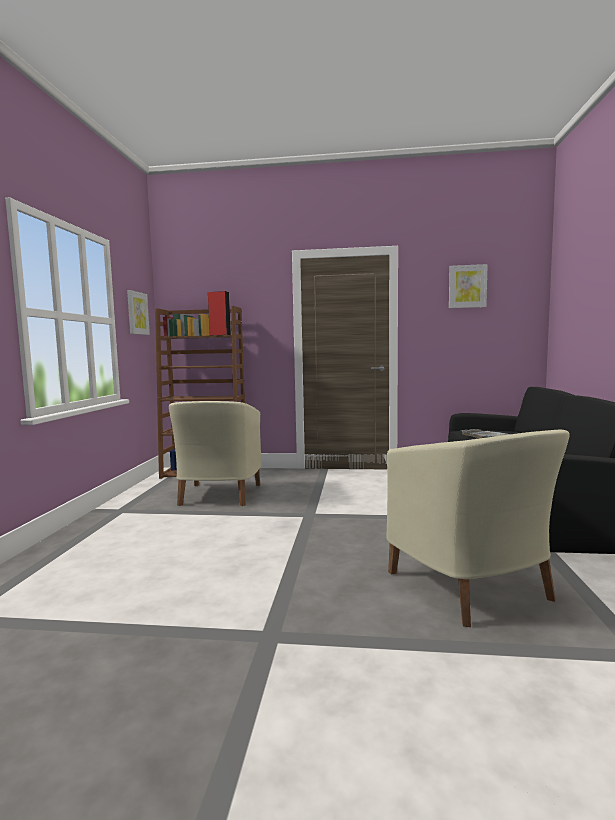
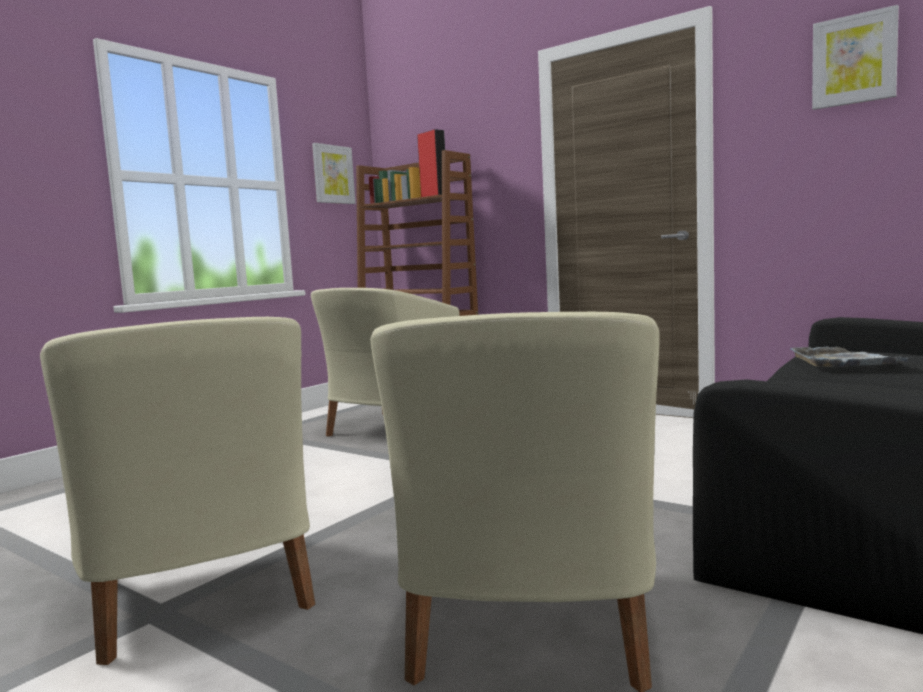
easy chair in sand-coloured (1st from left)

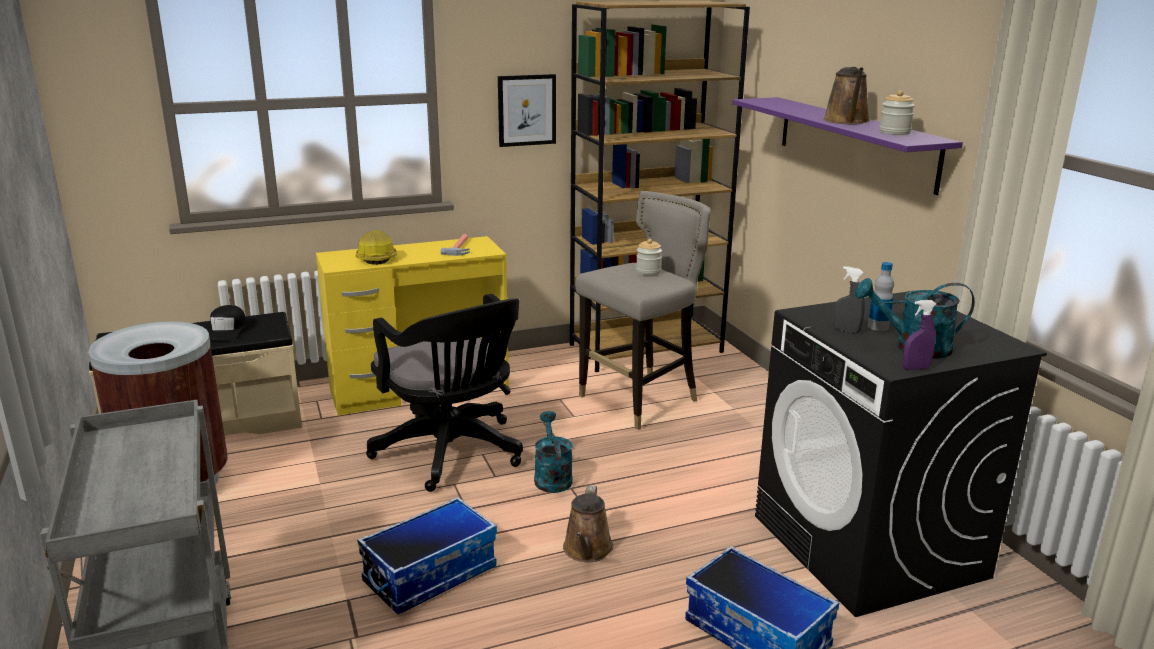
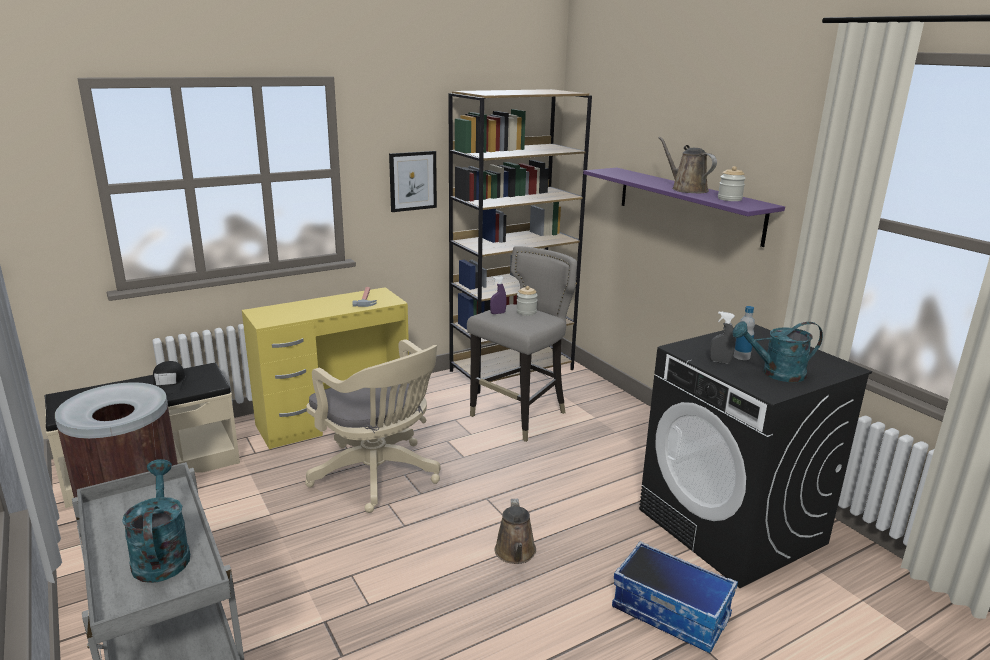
watering can in brownish (2nd from left); hard hat; computer chair in sand-coloured; spray bottle in purple; watering can in turquoise-coloured (1st from left); storage box (1st from left in the first image)

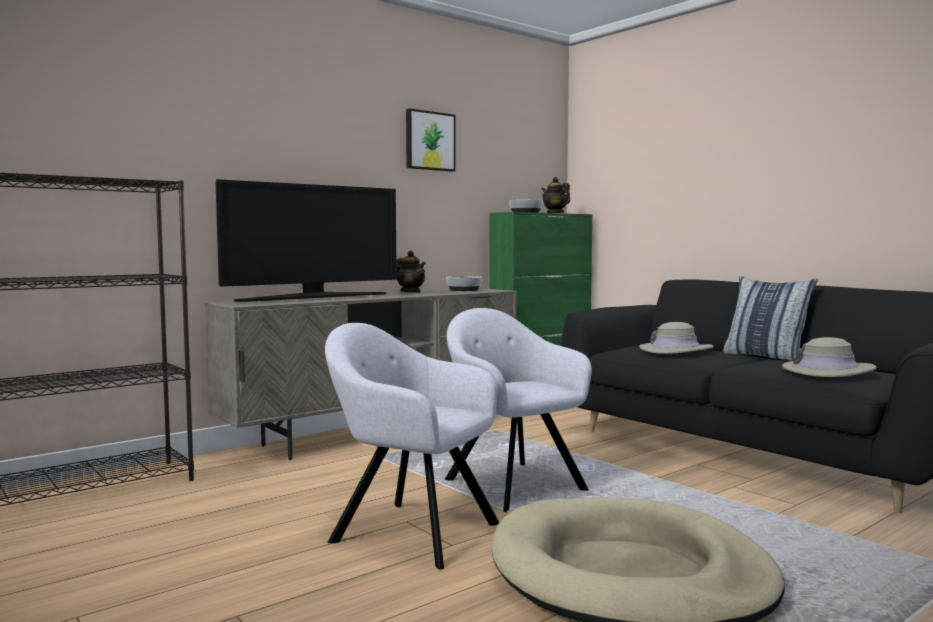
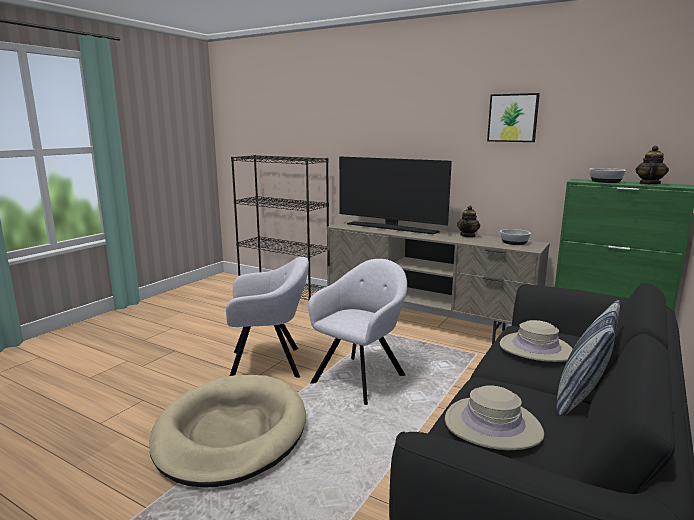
easy chair in gray (1st from left)

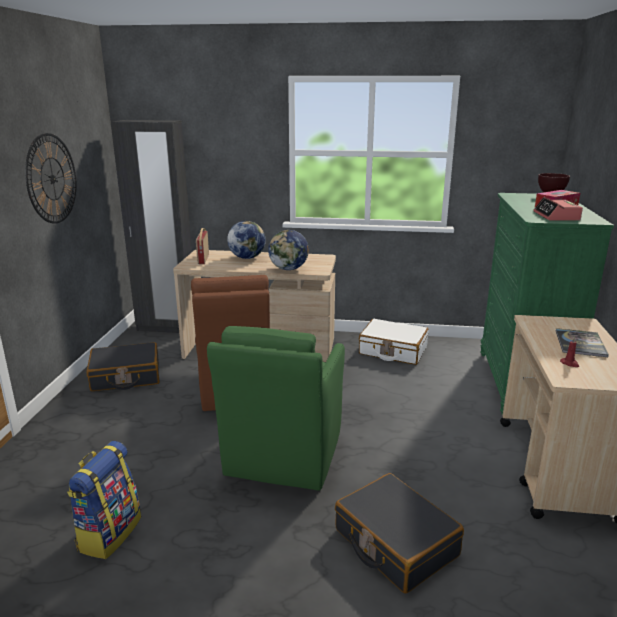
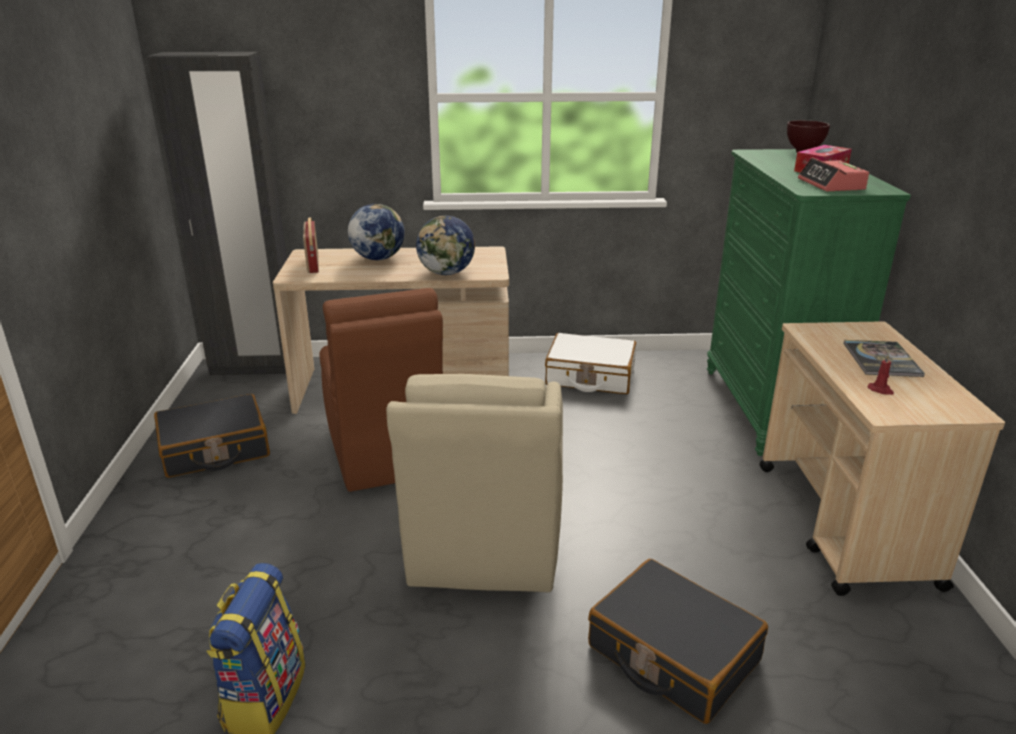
hanging clock; easy chair in sand-coloured

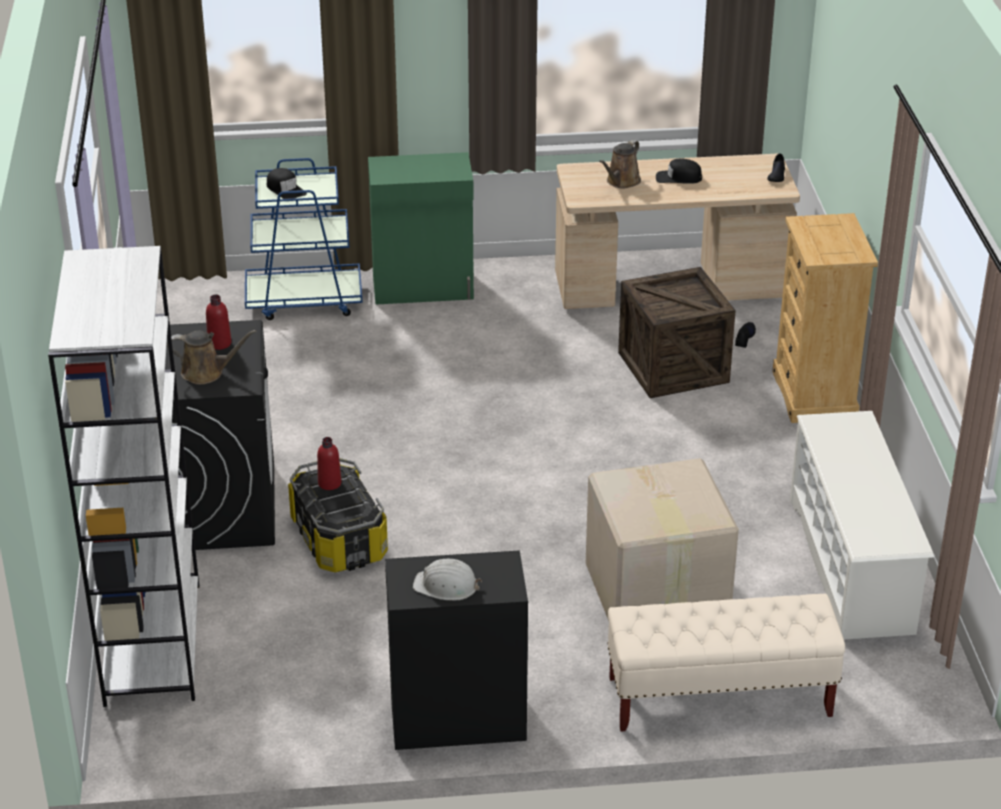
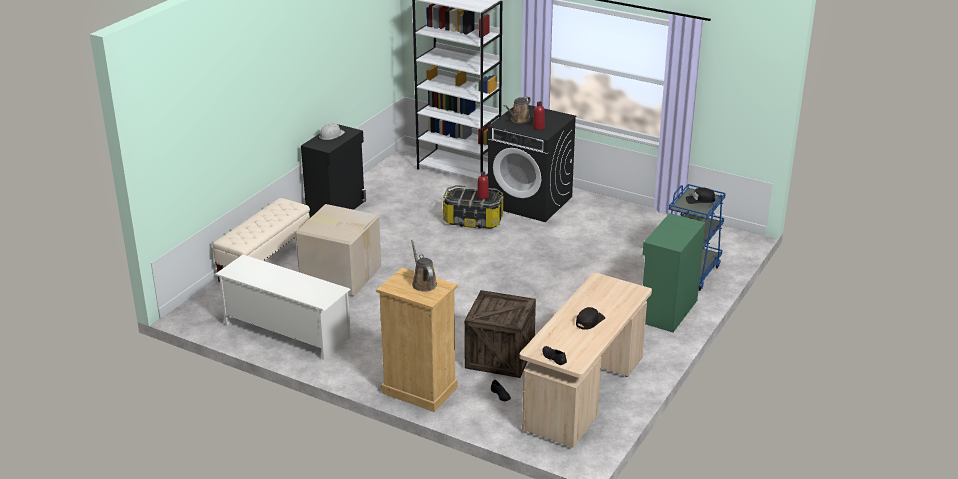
watering can in brownish (1st from left)

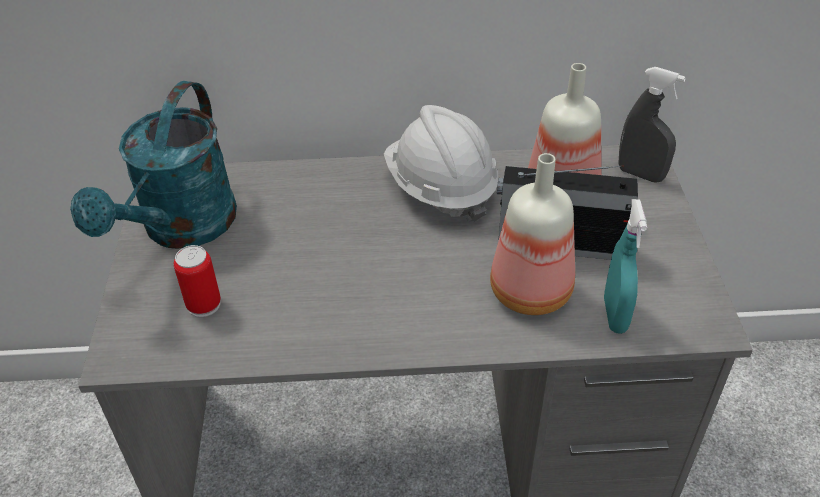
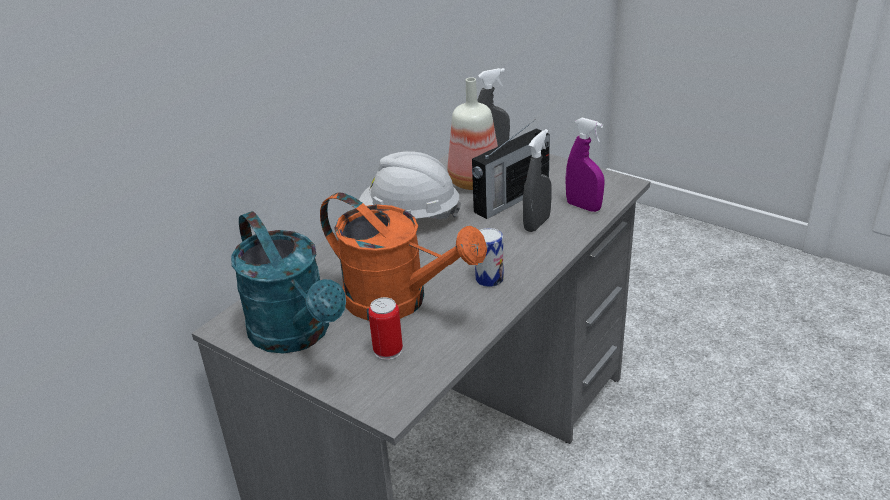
spray bottle in gray (2nd from left); spray bottle in purple; watering can in orange-coloured; can (2nd from left)

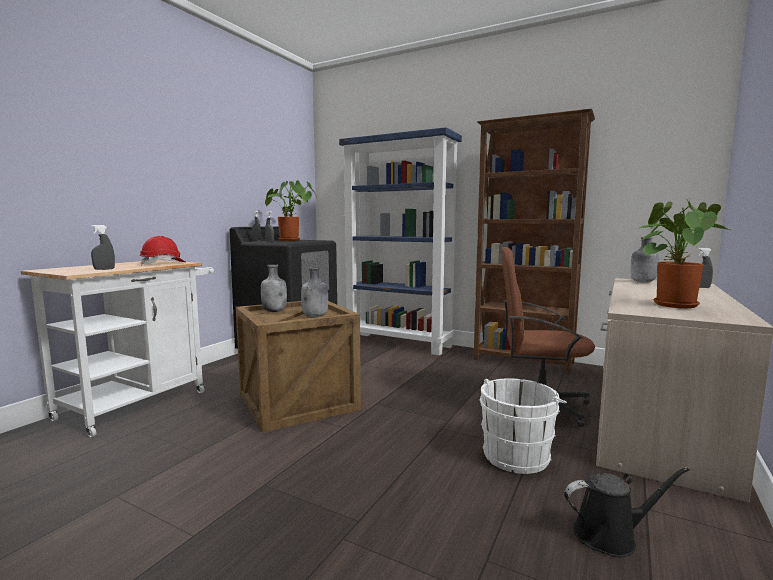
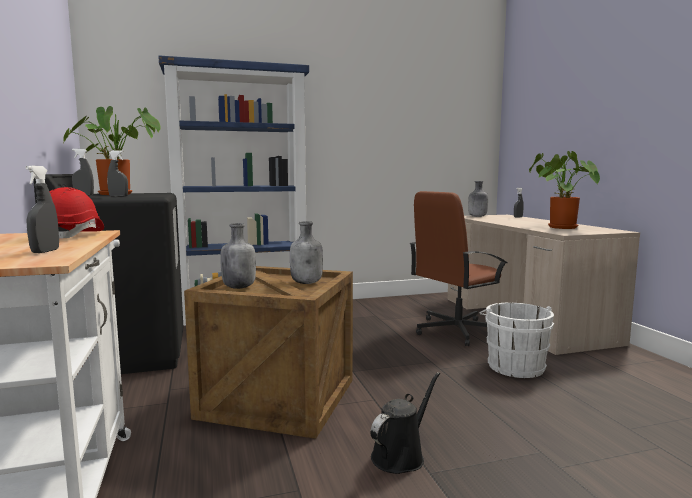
shelving unit in brownish; watering can in black

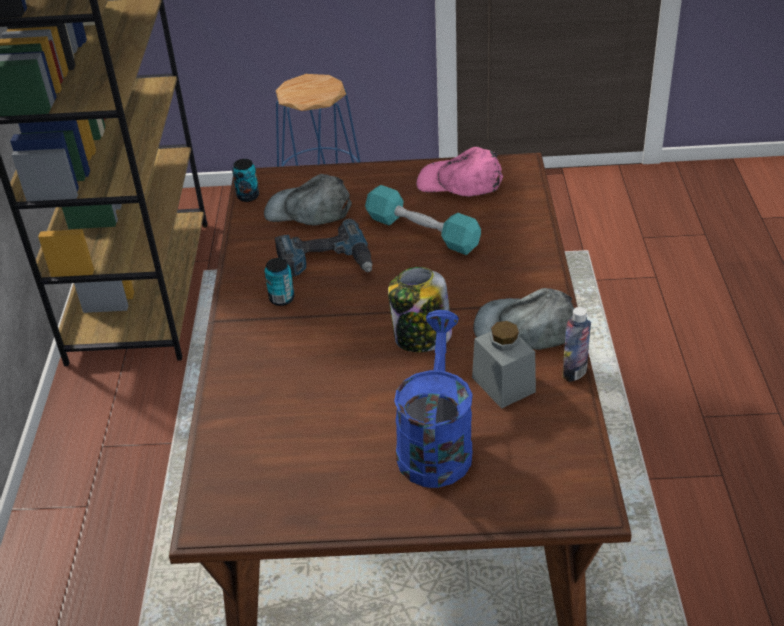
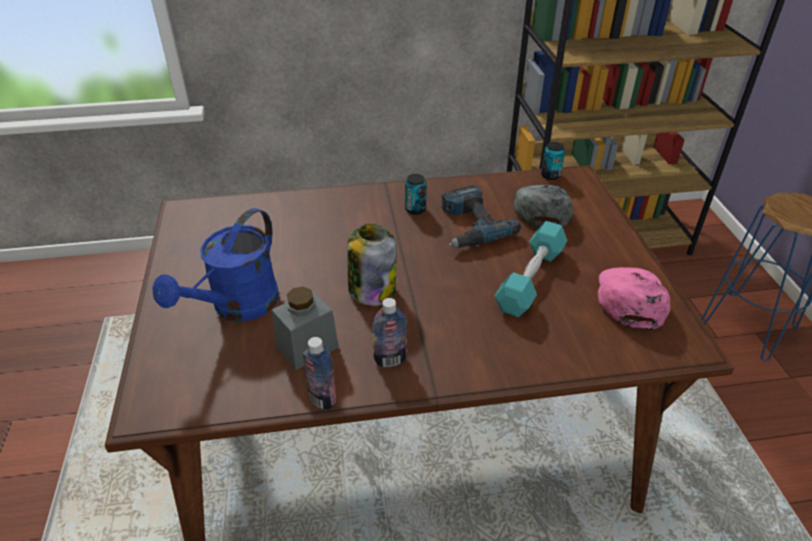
beverage bottle (2nd from left); watering can in blue

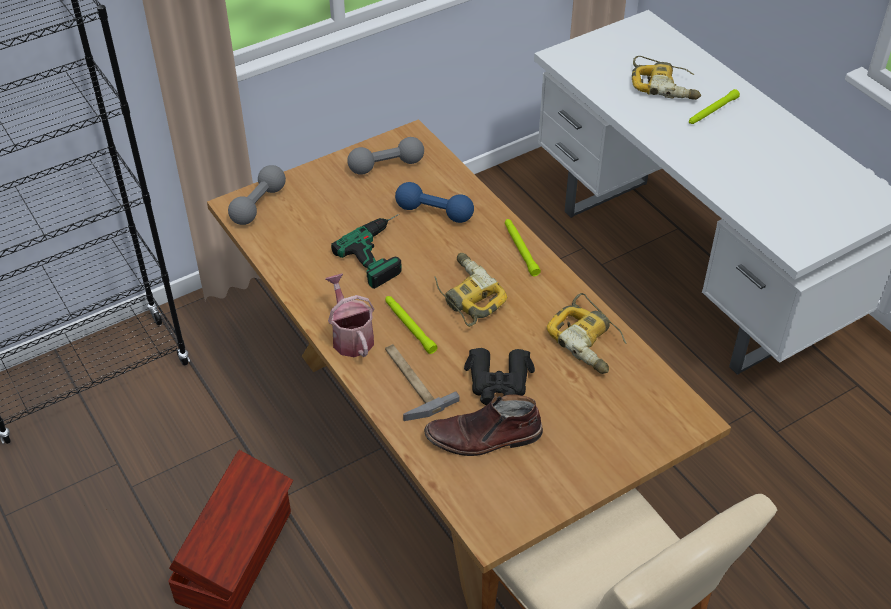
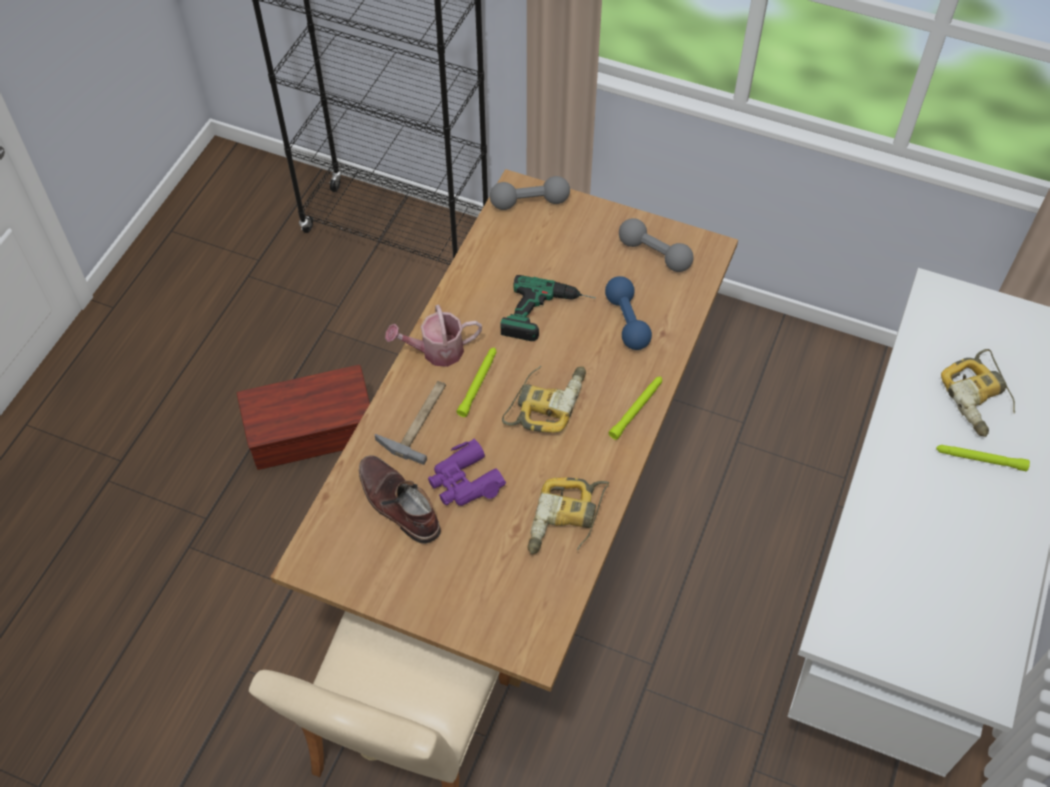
watering can; pair of binoculars in purple

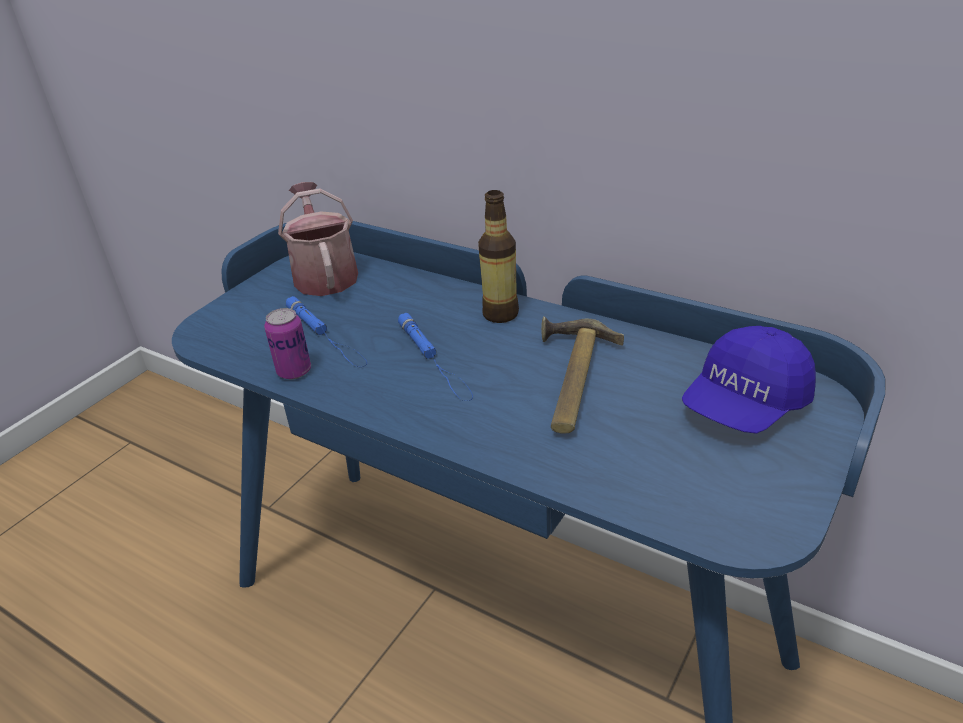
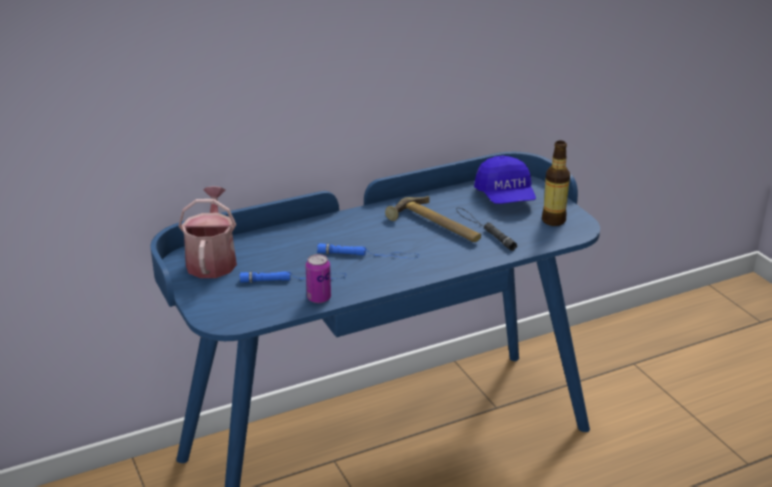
watering can; beverage bottle; flashlight in black

